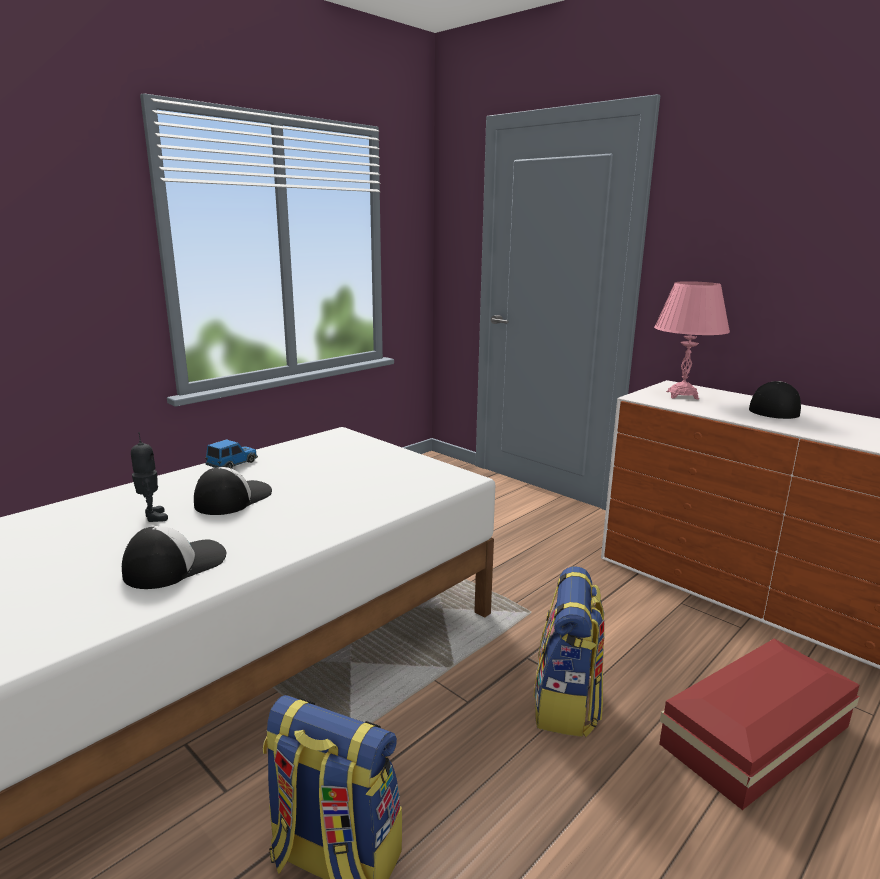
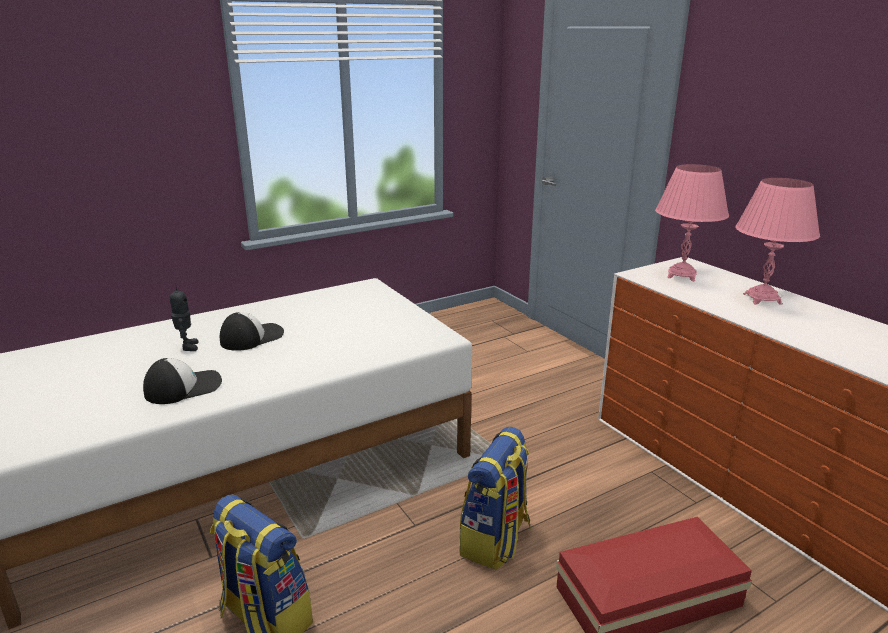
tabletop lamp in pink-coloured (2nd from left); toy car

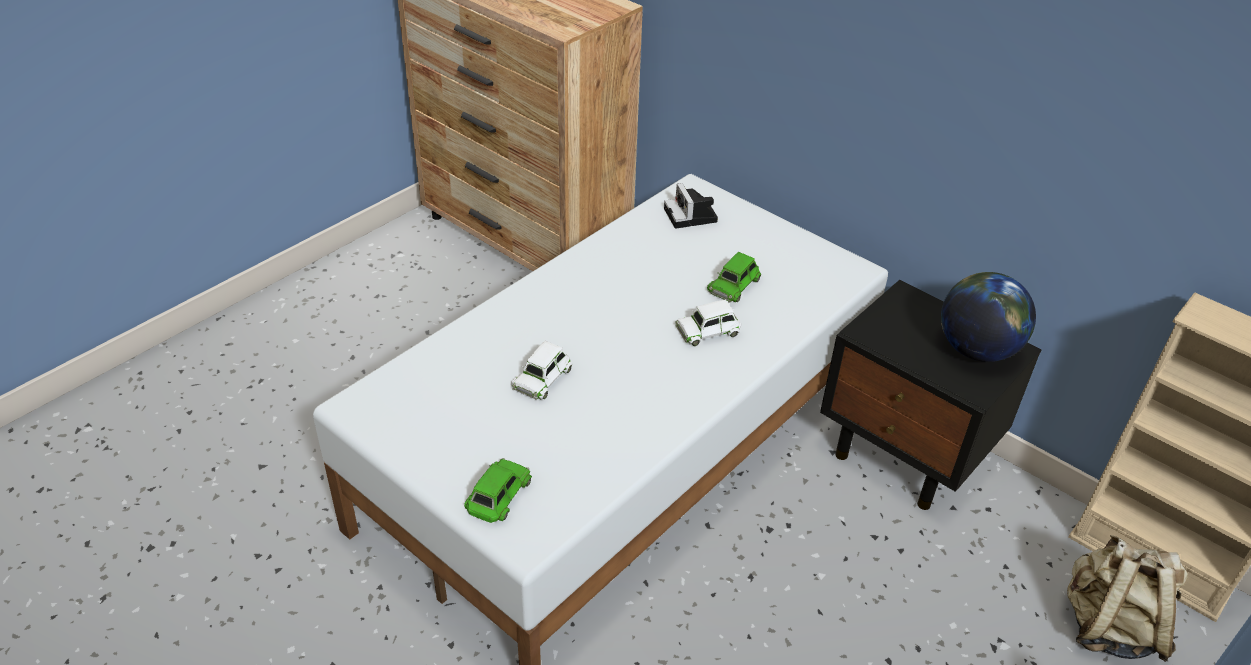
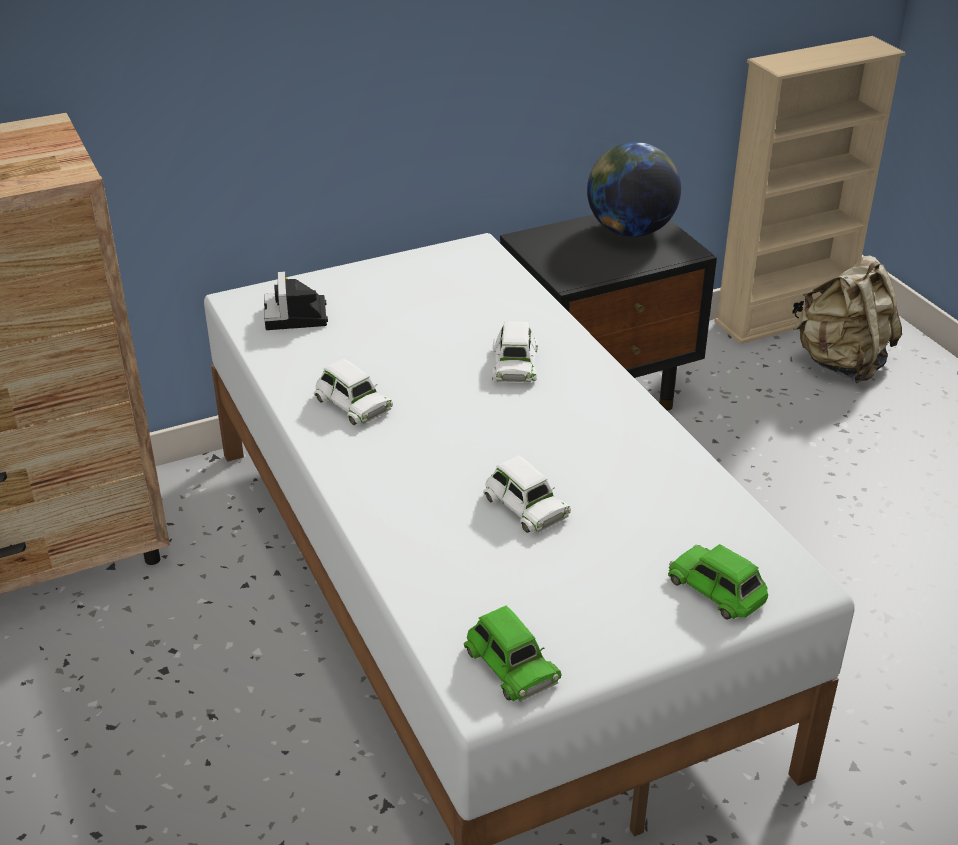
still camera; toy car in green (1st from left); toy car in white-coloured (1st from left)

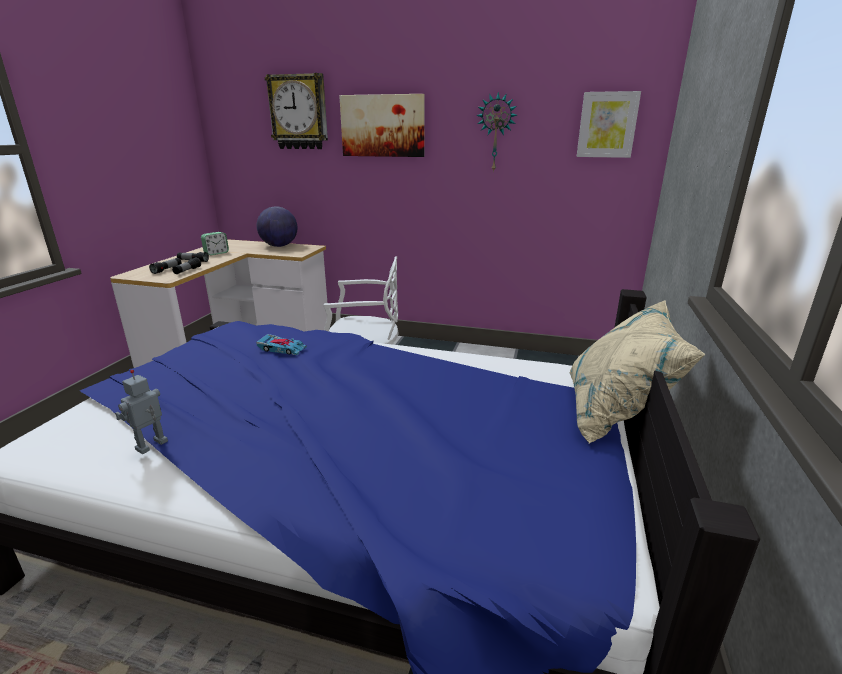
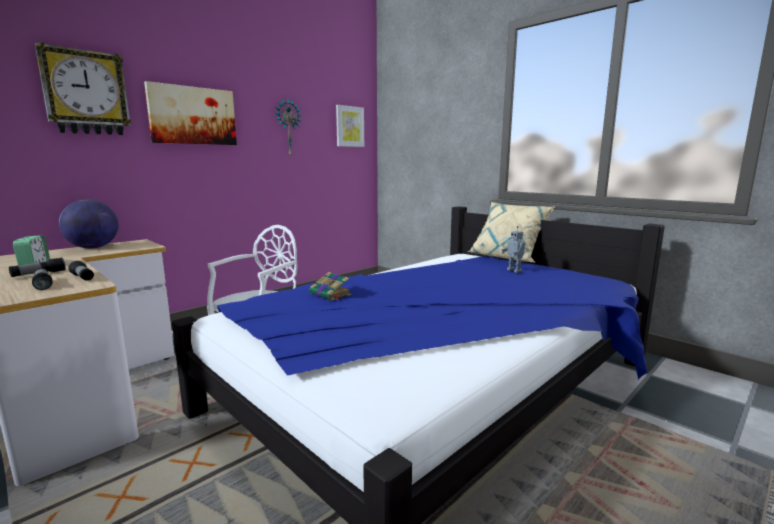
volume; robot figure

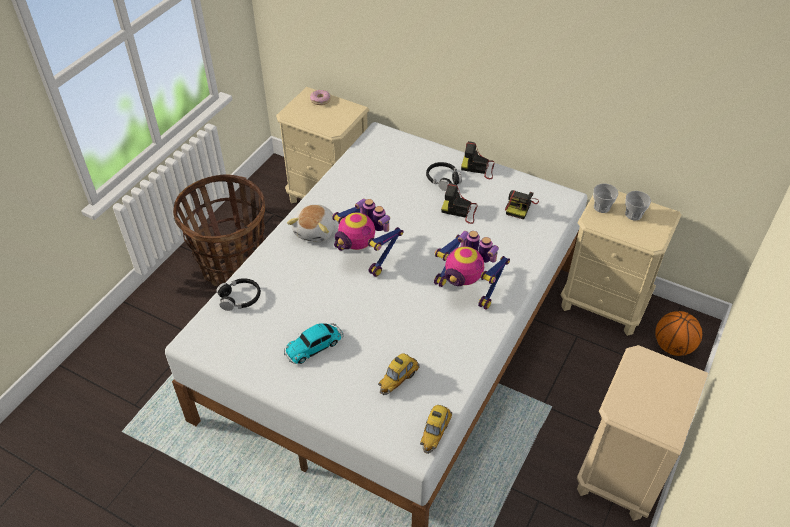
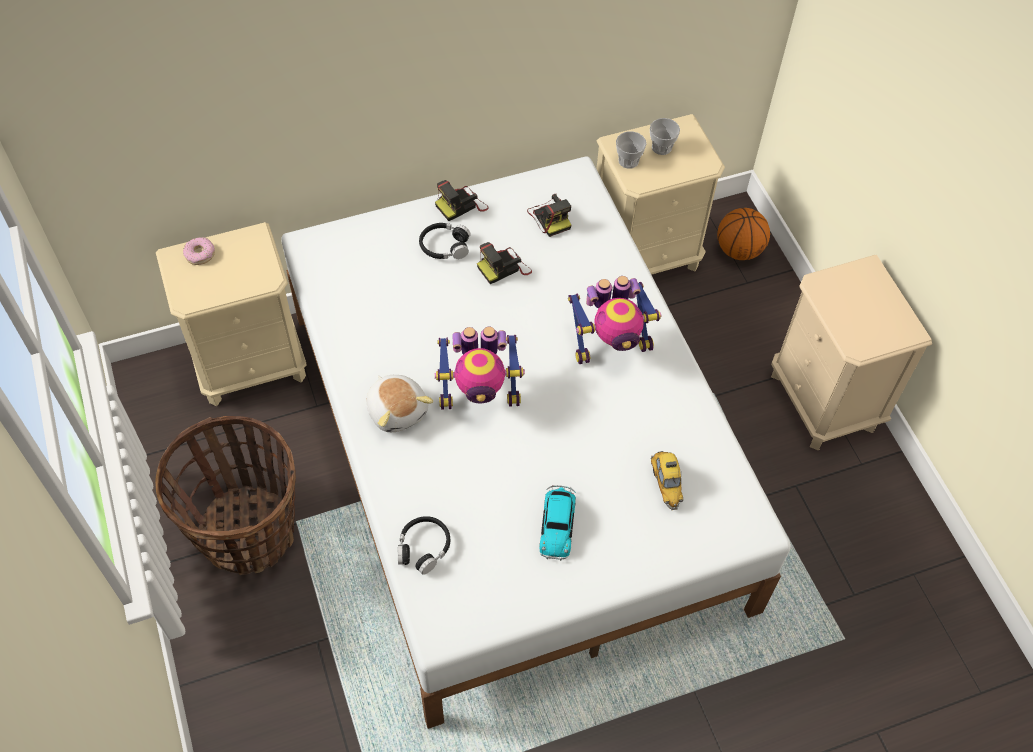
toy car (3rd from left in the first image)

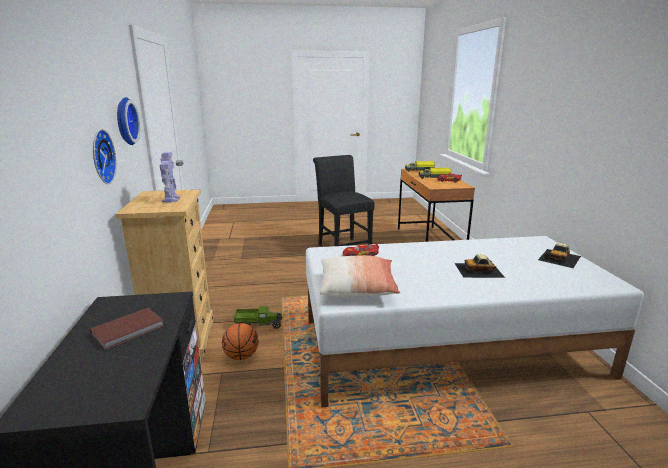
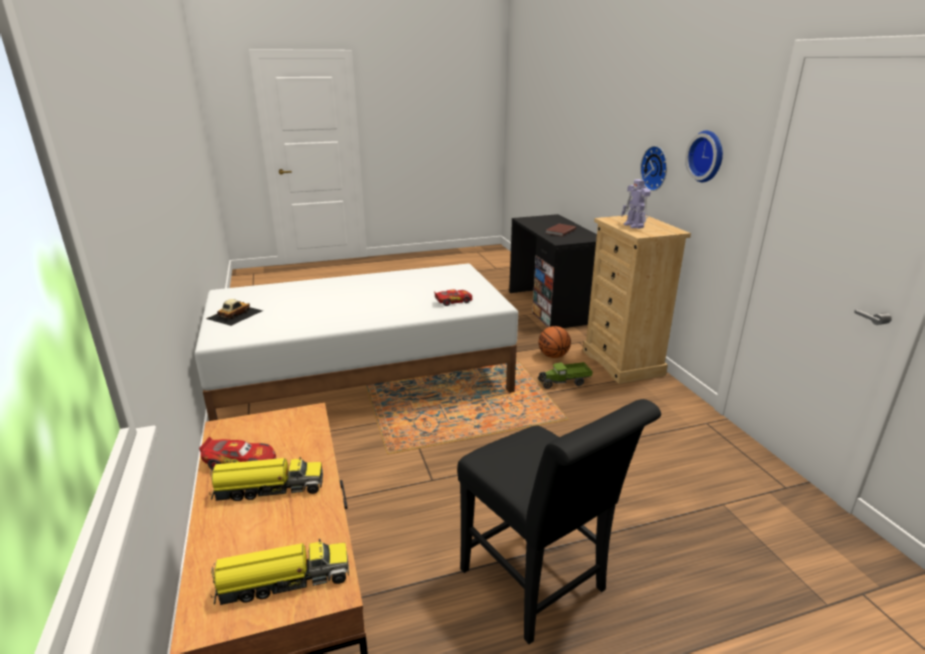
toy car (3rd from left in the first image); pillow

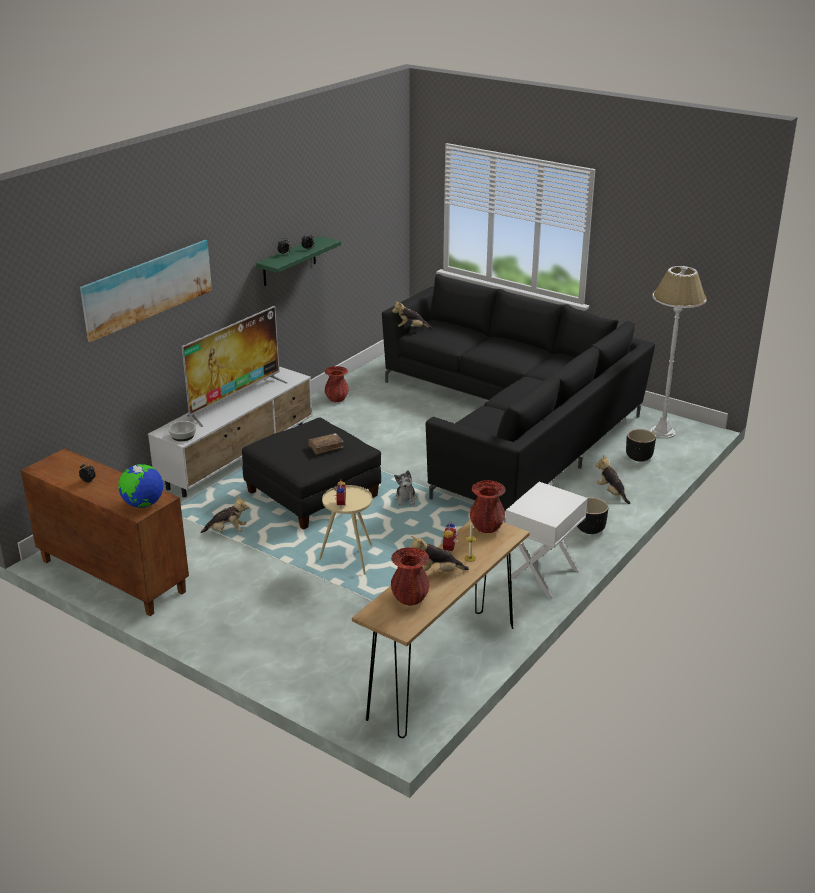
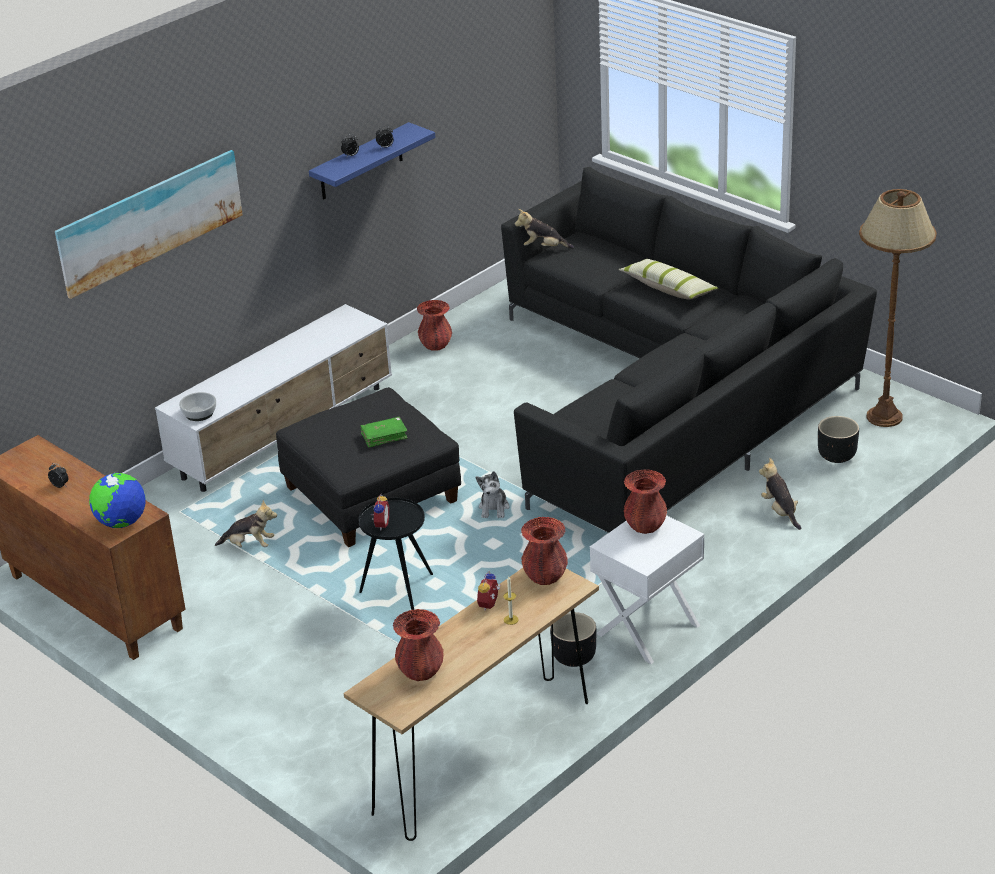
wall shelf in blue; floor lamp in brownish; TV; volume in green; end table in black; flower pot in black (1st from left); plush toy (4th from left in the first image); pillow; decorative vase in red-coloured (4th from left)

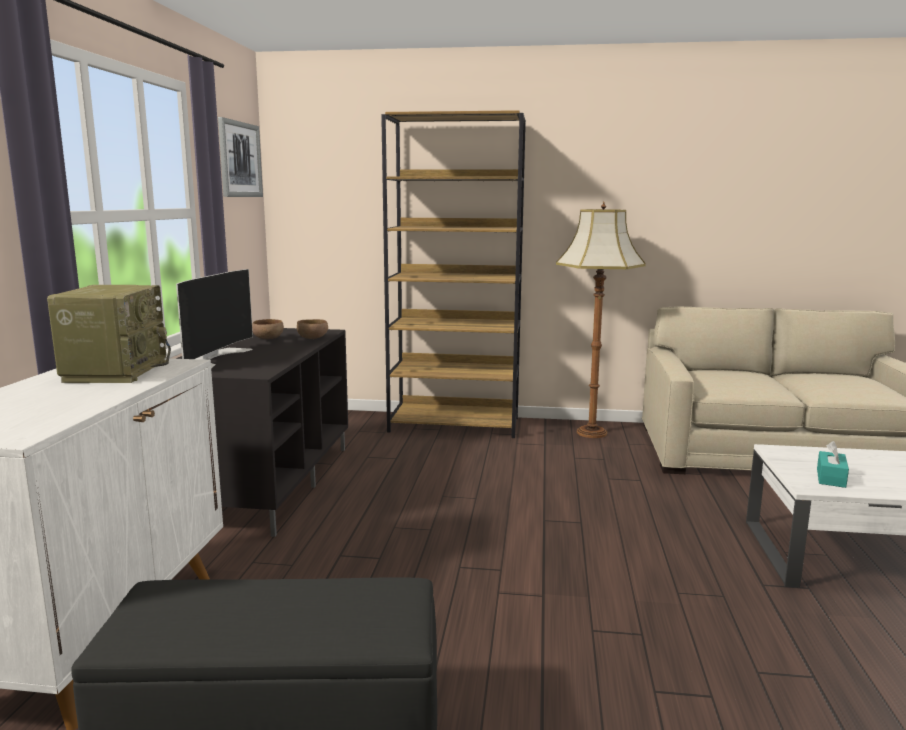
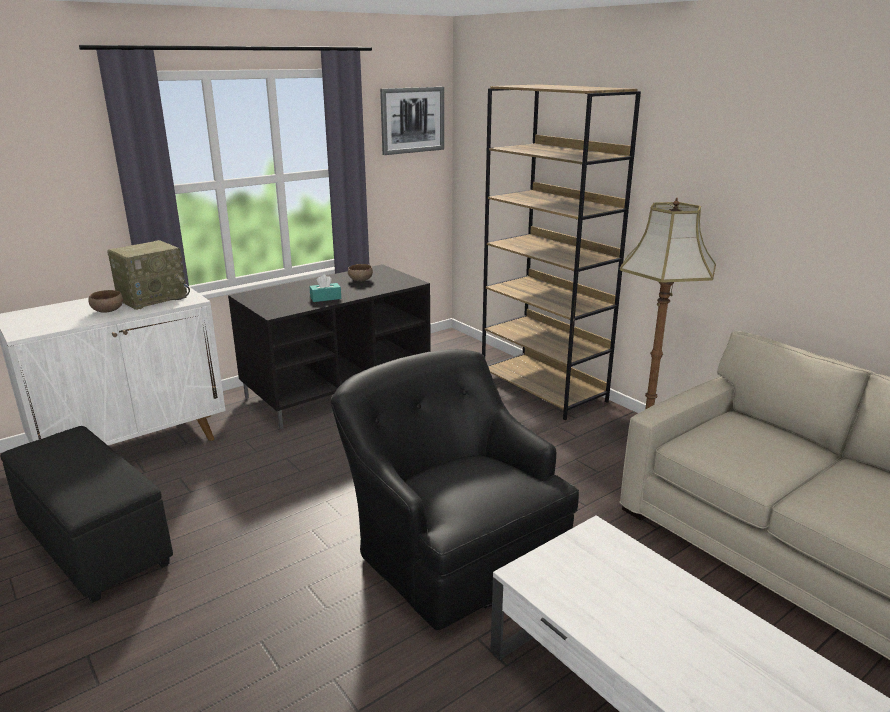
TV; bowl in brownish (1st from left); tissue box in turquoise-coloured; easy chair in black

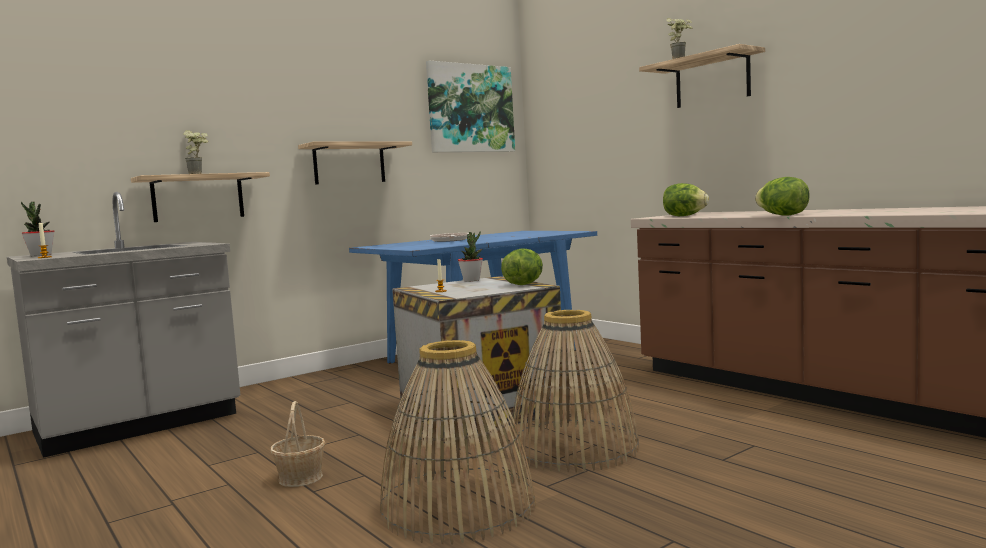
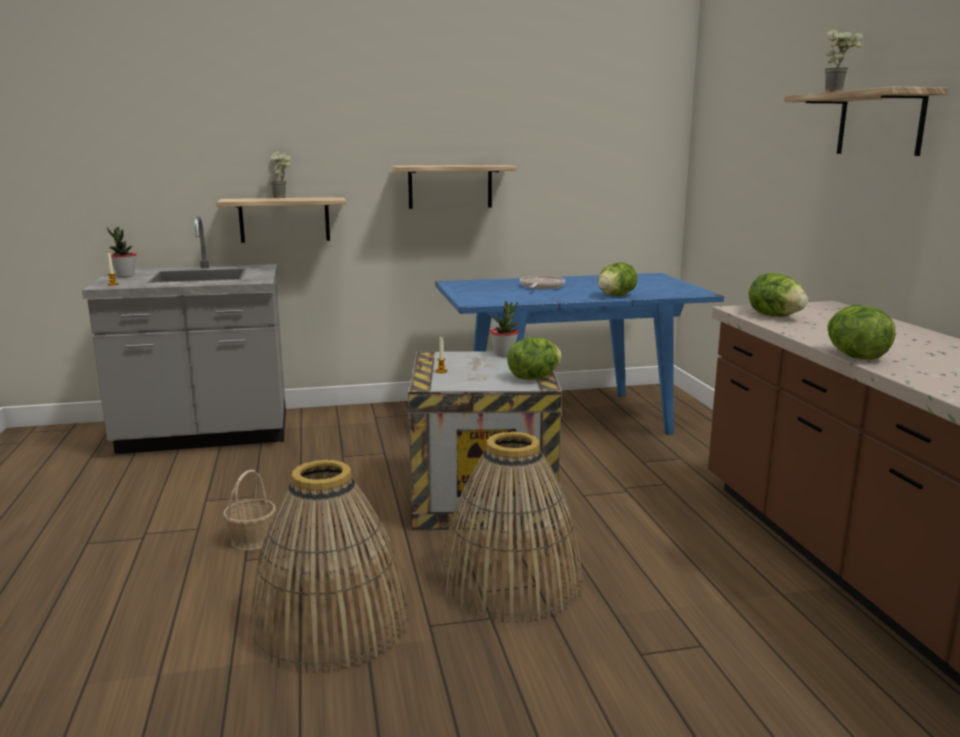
wall art; lettuce head (2nd from left)

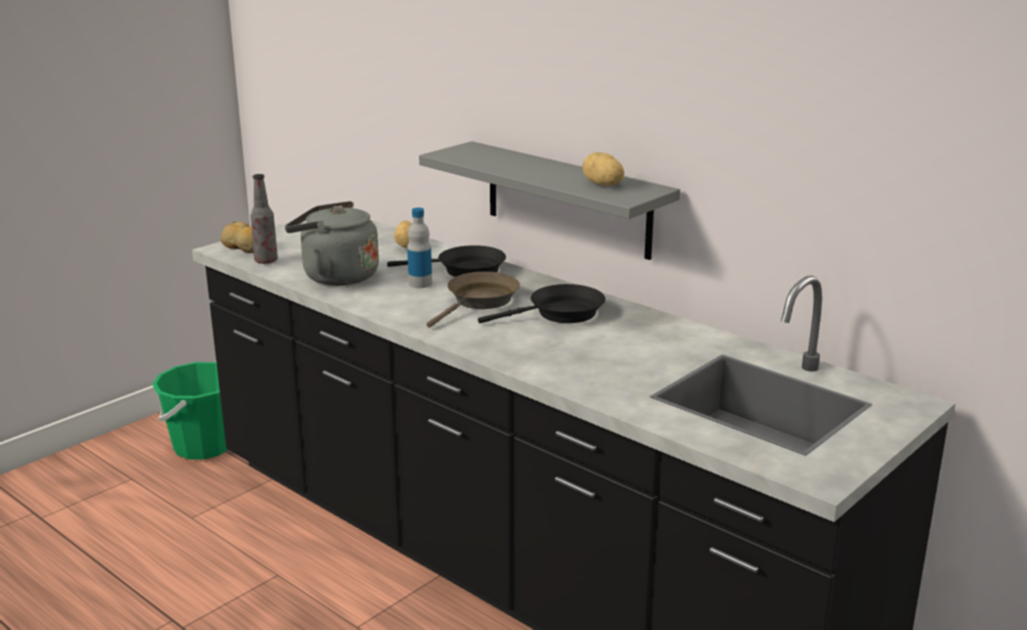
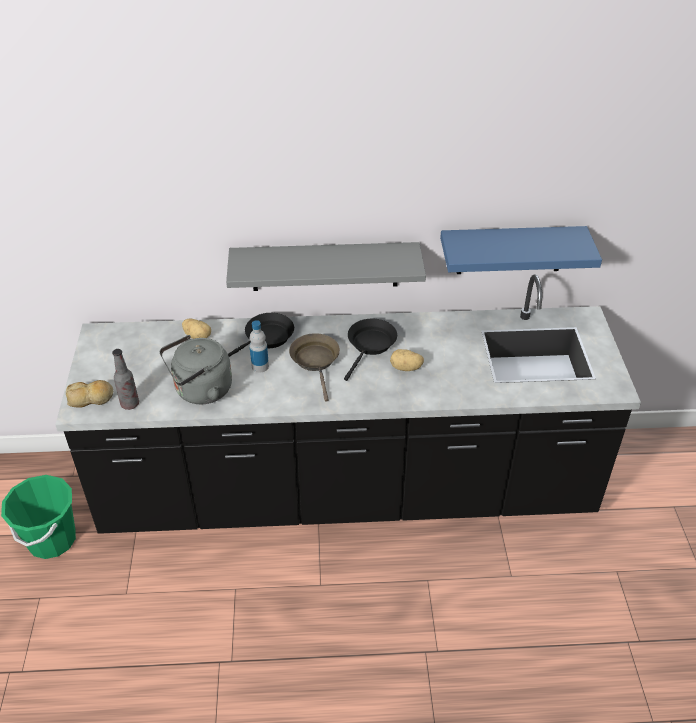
potato (2nd from left); wall shelf in blue

